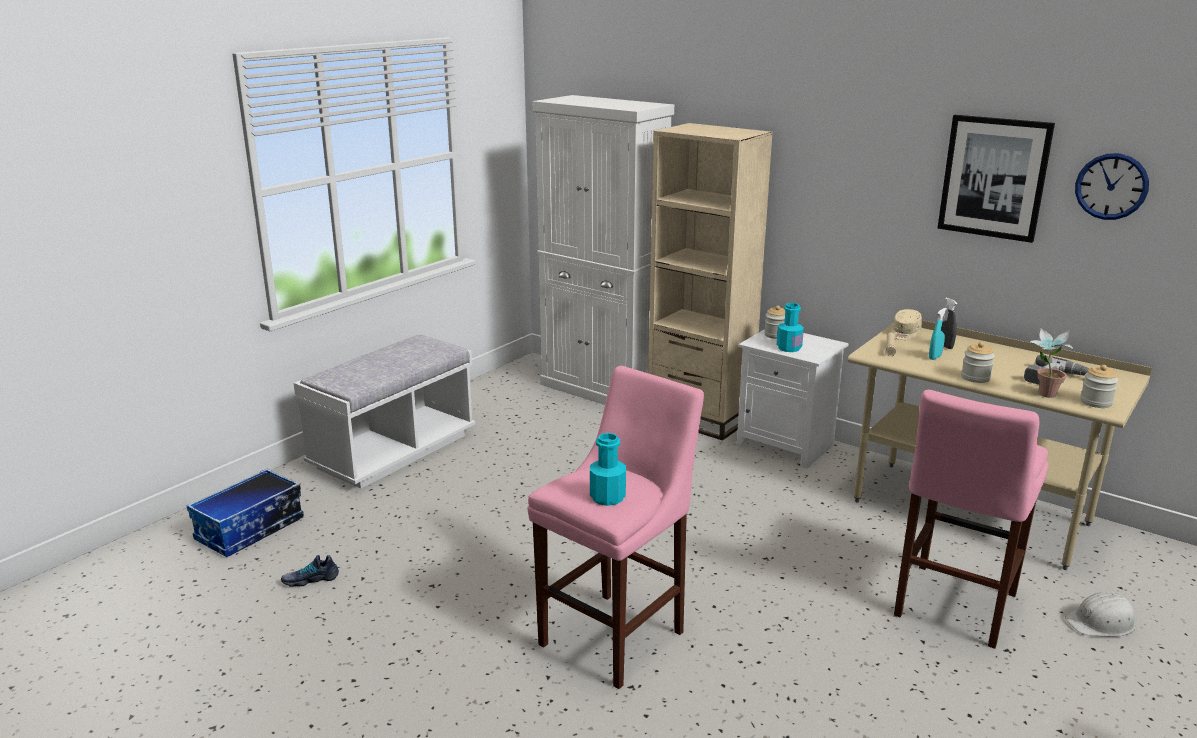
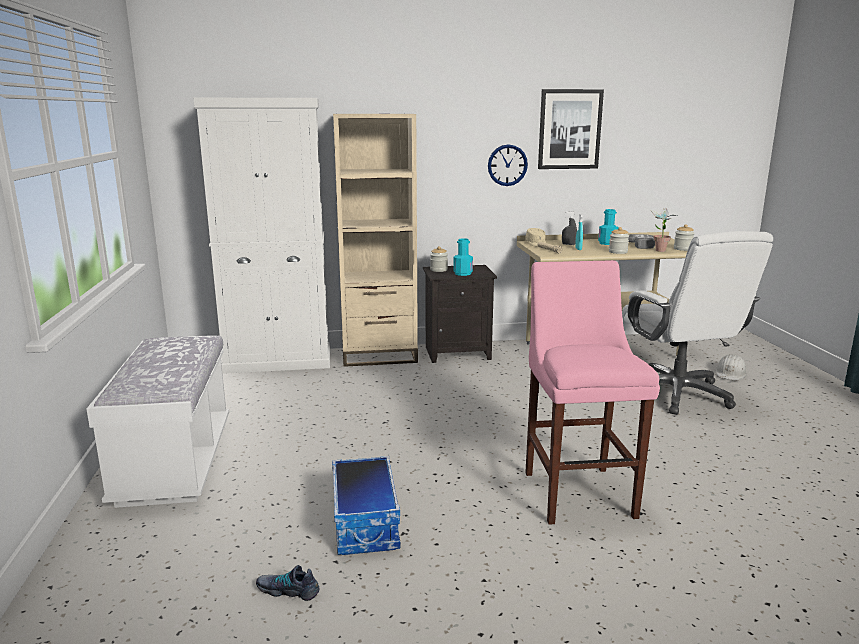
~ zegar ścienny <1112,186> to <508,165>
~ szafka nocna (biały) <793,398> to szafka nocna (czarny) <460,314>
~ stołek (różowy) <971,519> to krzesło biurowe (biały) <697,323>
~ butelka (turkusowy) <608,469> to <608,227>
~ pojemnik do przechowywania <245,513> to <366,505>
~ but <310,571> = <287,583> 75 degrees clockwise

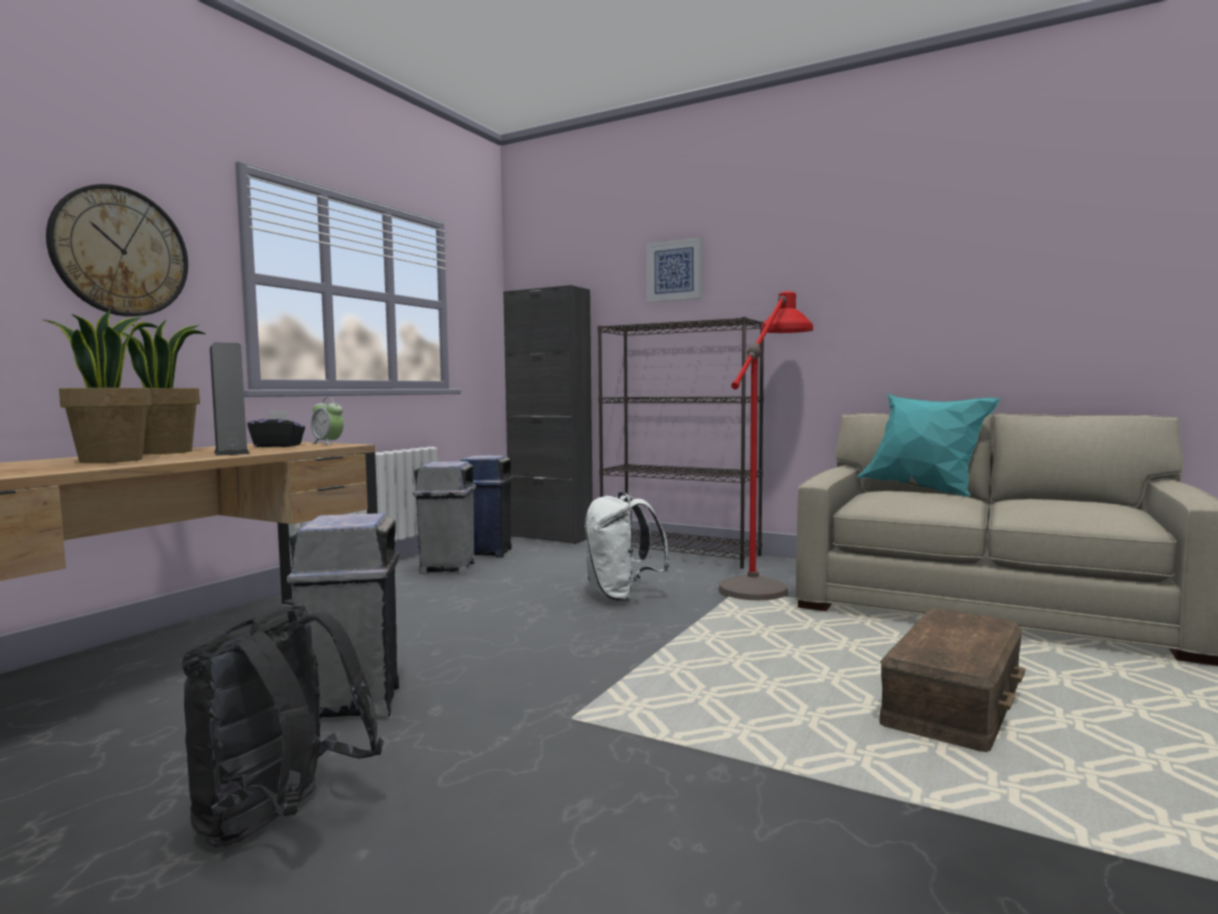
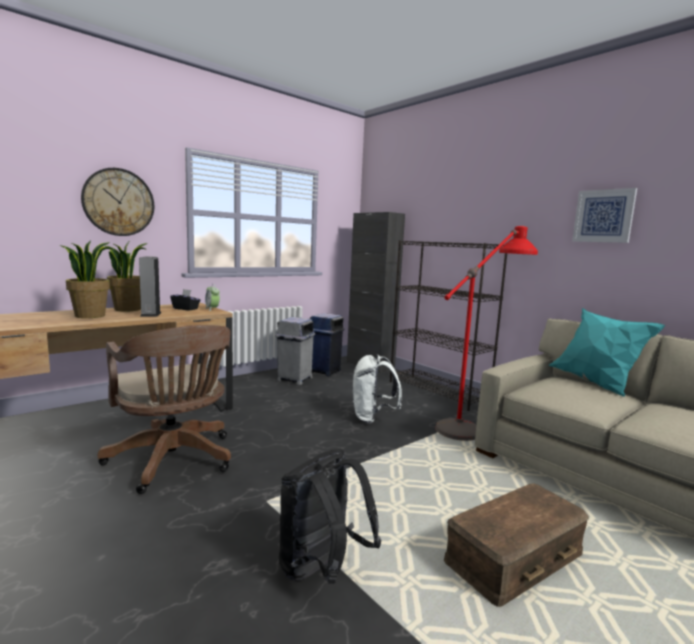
~ obraz <674,269> to <604,215>
~ kosz na śmieci (szary) <343,616> to krzesło biurowe (brązowy) <164,409>
~ plecak (czarny) <283,726> to <330,516>

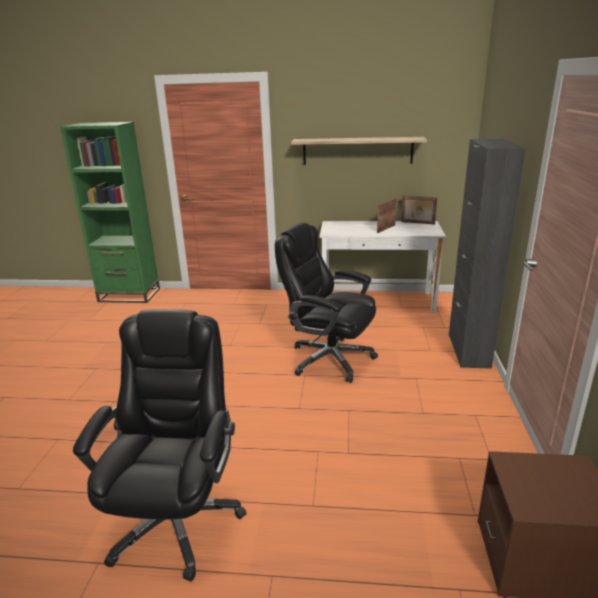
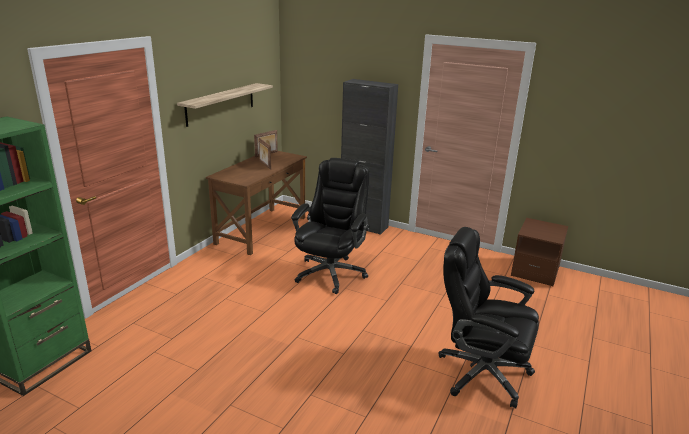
~ biurko (biały) <382,267> to biurko (brązowy) <256,203>
~ krzesło biurowe (czarny) <326,302> = <330,226> 150 degrees clockwise

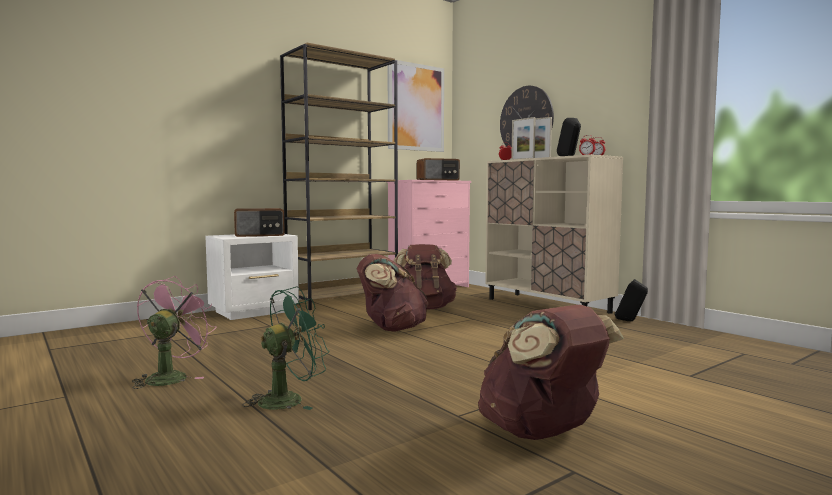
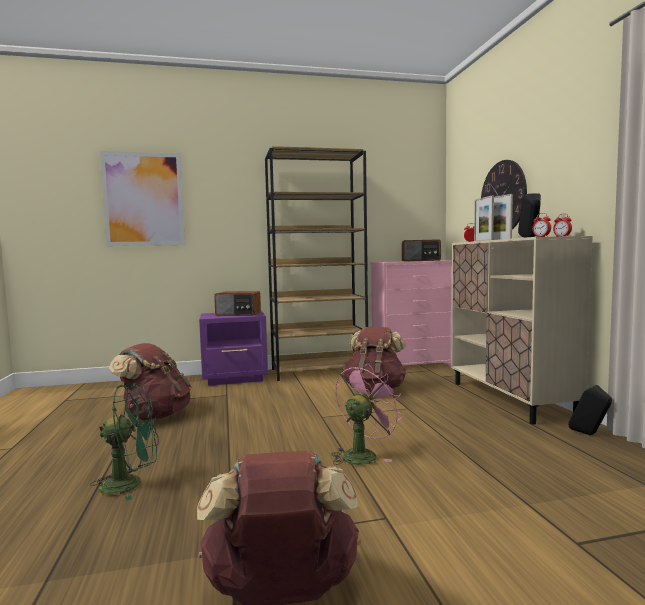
~ obraz <415,106> to <142,198>
~ szafka nocna (biały) <252,277> to szafka nocna (fioletowy) <233,348>
~ plecak (brązowy) <393,293> to <150,381>
~ wentylator (różowy) <174,332> to <367,414>

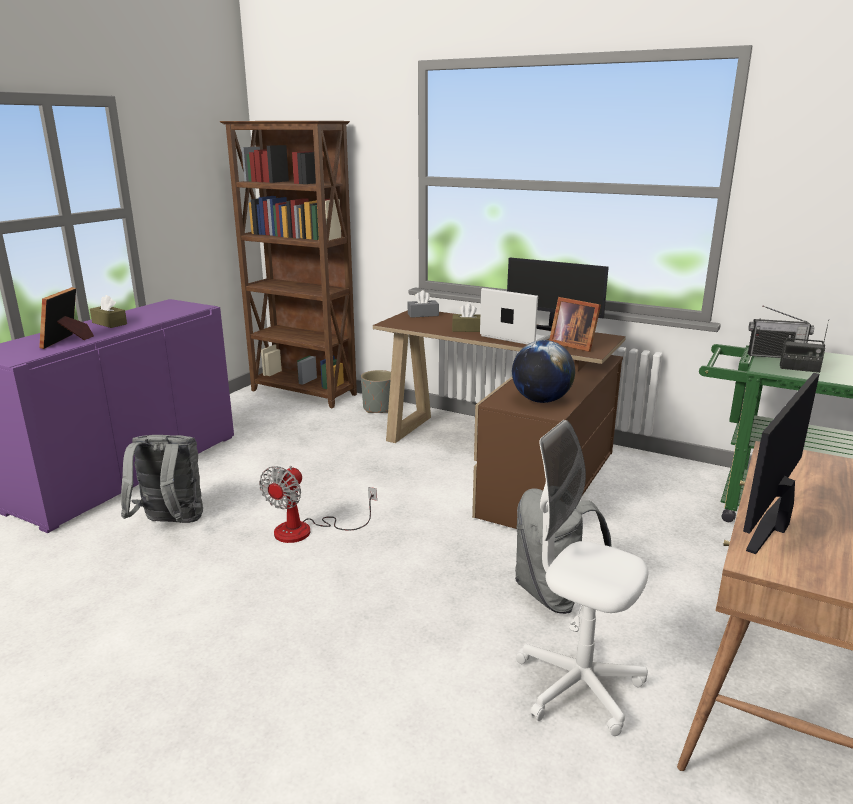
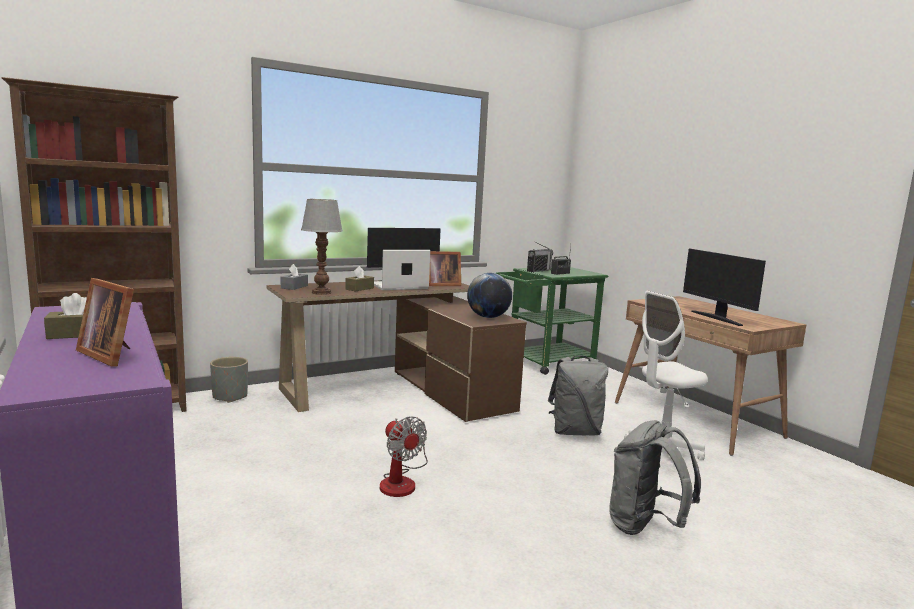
~ plecak (szary) <162,479> to <655,477>
+ lampa stołowa <322,247>

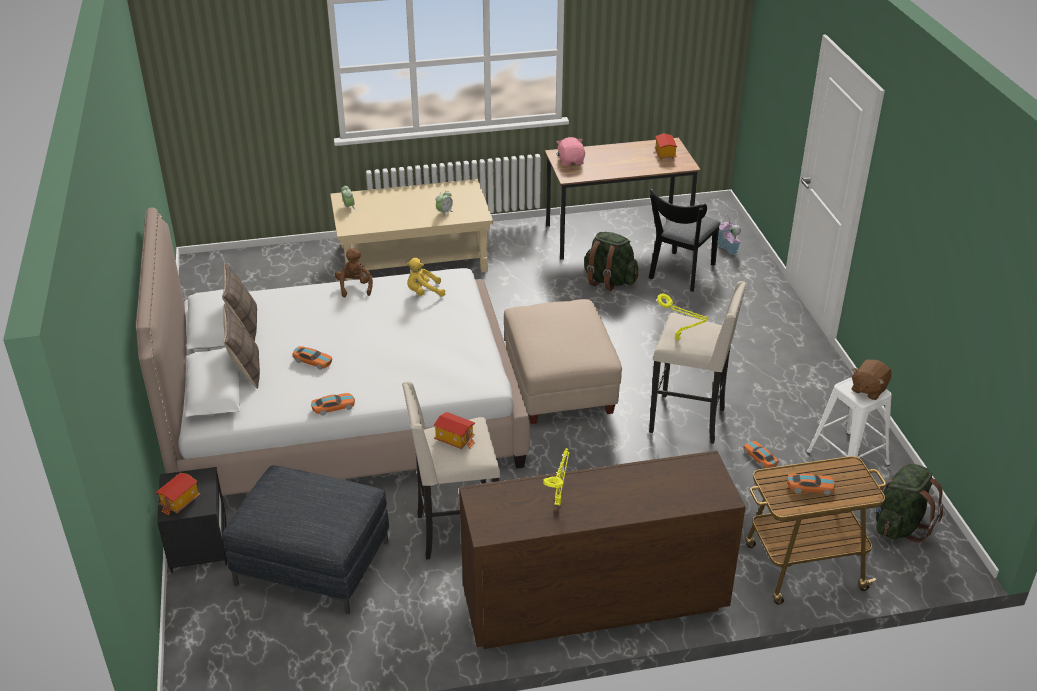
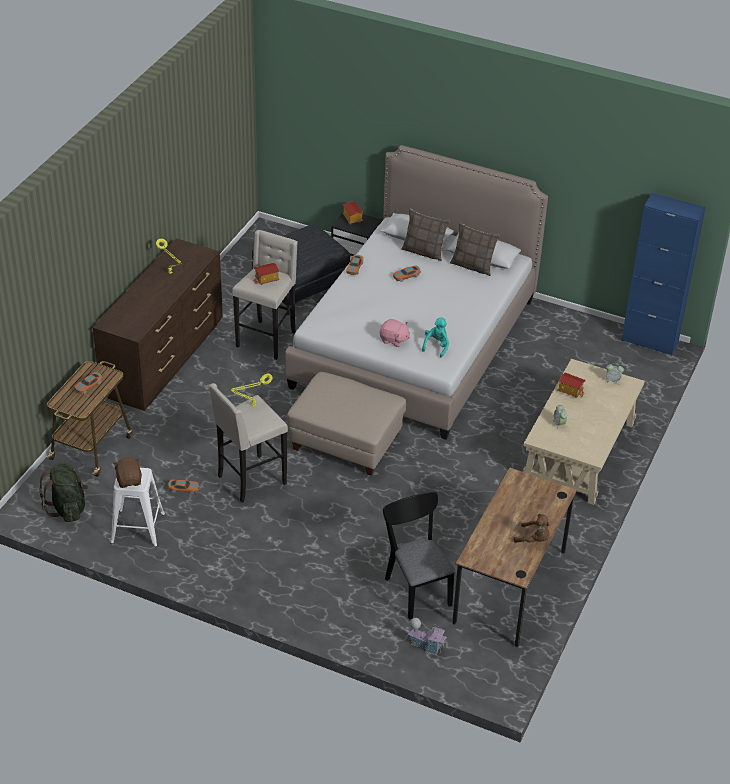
~ domek <665,146> to <571,385>
~ pluszak (różowy) <570,151> to <395,333>
- plecak (zielony) <611,261>
~ pluszak (brązowy) <354,272> to <532,528>
~ pluszak (żółty) <425,277> to pluszak (turkusowy) <435,337>
+ szafka (niebieski) <663,274>

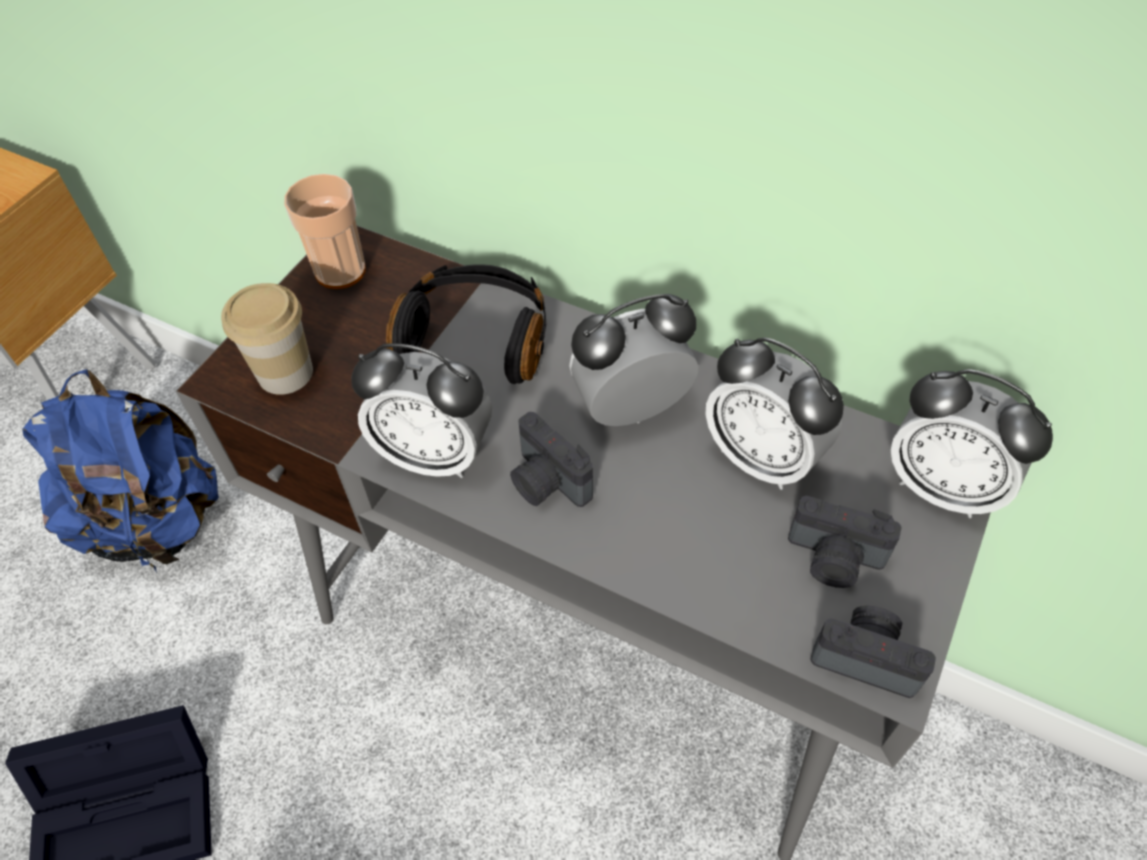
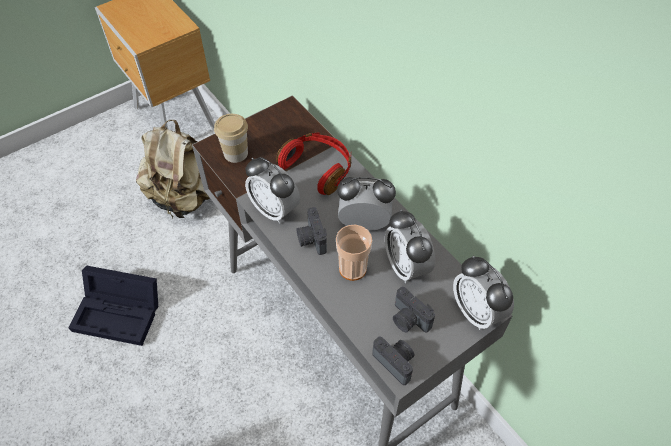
~ filiżanka <325,231> to <354,252>
~ słuchawki (czarny) <466,324> to słuchawki (czerwony) <313,163>
~ plecak (niebieski) <120,471> to plecak (beżowy) <173,169>

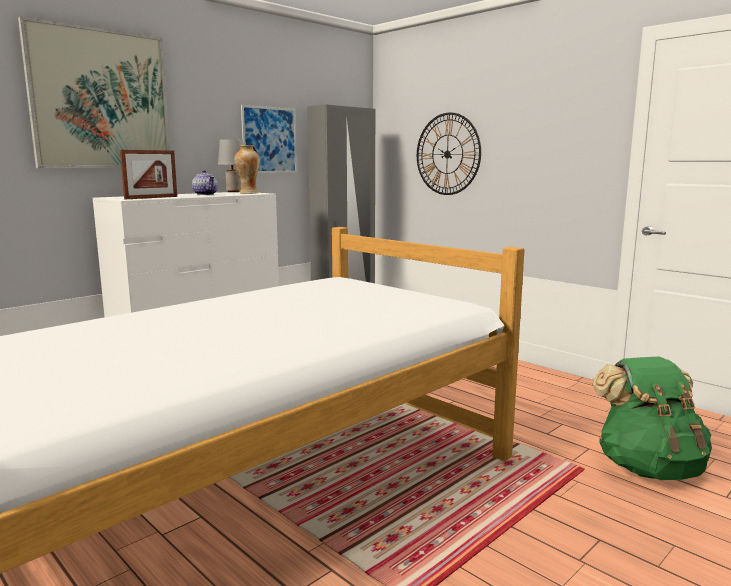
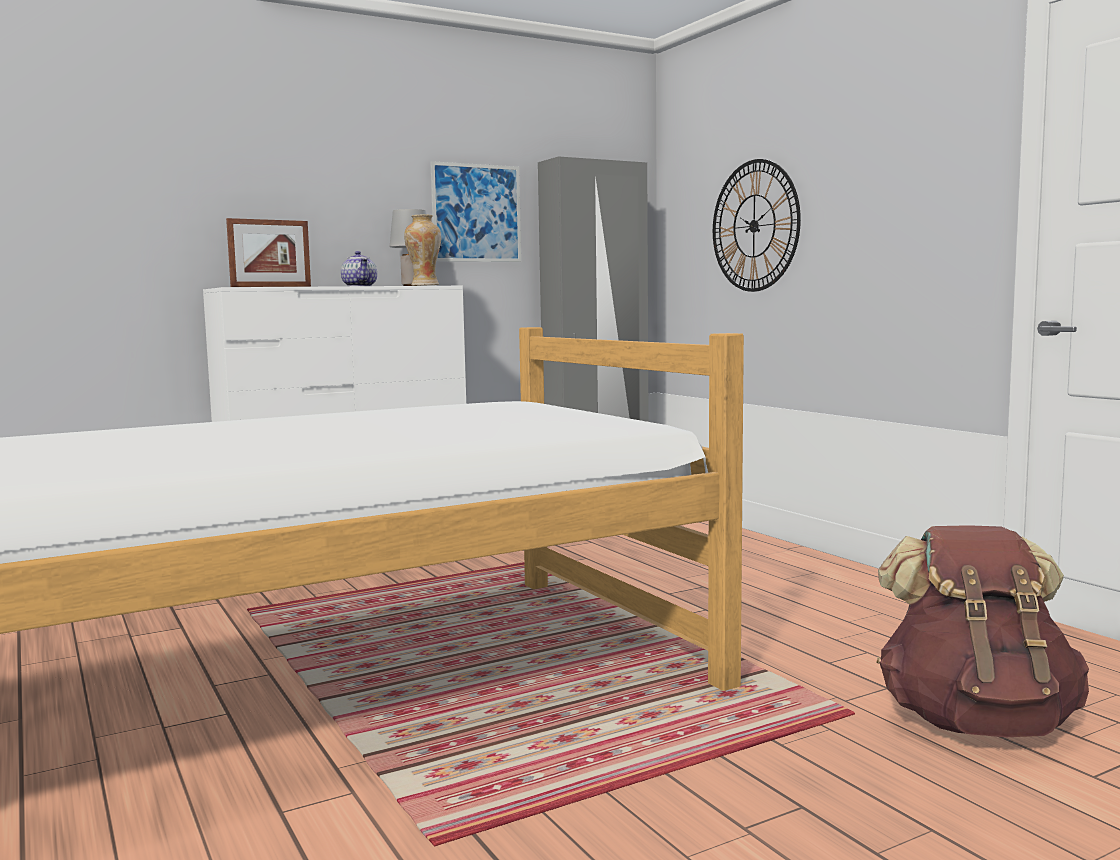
- obraz <94,92>
~ plecak (zielony) <652,418> to plecak (brązowy) <982,631>

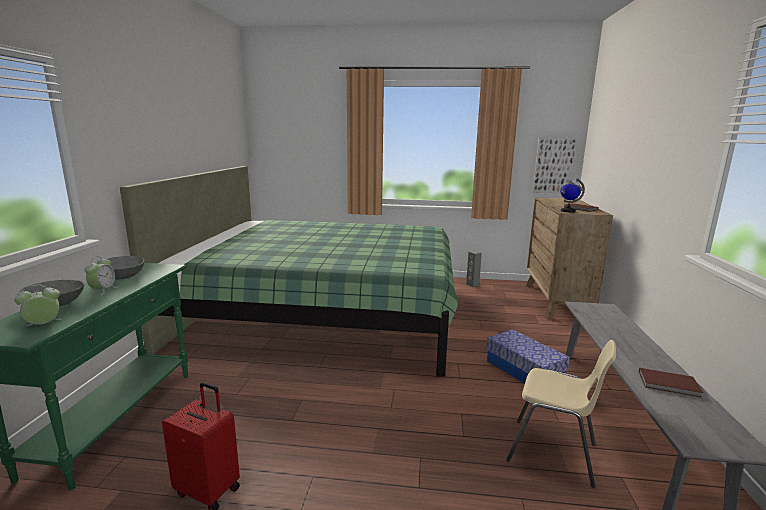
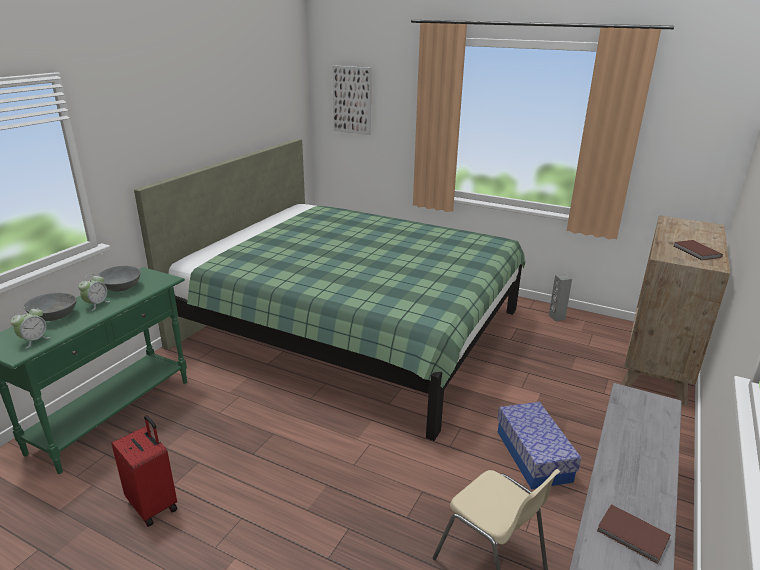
~ obraz <555,165> to <351,100>
- globus <572,195>
~ budzik <38,305> = <30,327> 135 degrees clockwise

